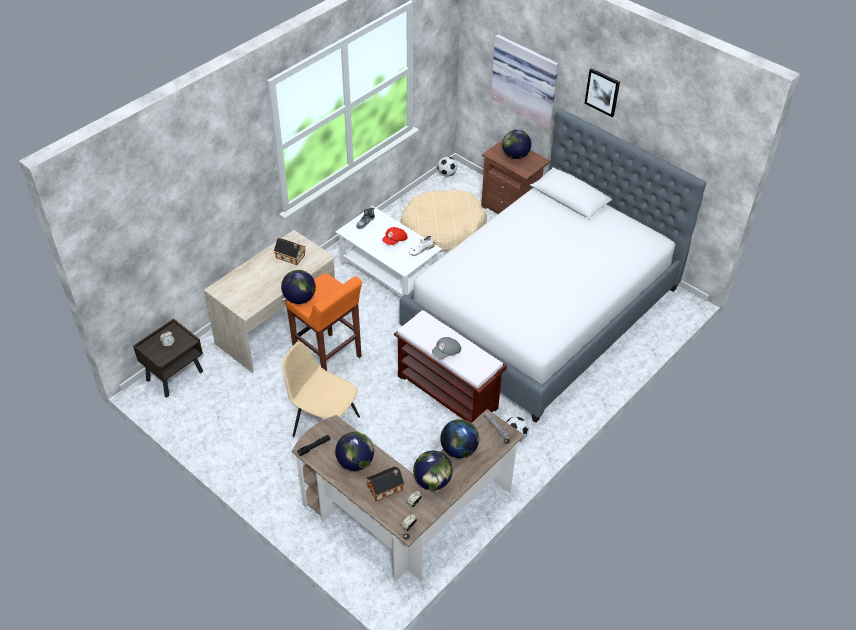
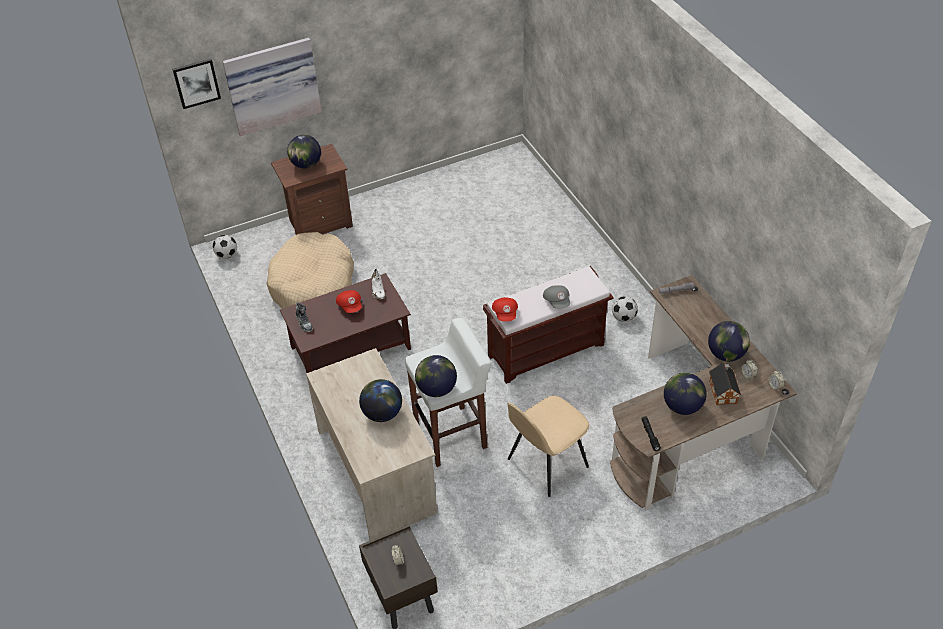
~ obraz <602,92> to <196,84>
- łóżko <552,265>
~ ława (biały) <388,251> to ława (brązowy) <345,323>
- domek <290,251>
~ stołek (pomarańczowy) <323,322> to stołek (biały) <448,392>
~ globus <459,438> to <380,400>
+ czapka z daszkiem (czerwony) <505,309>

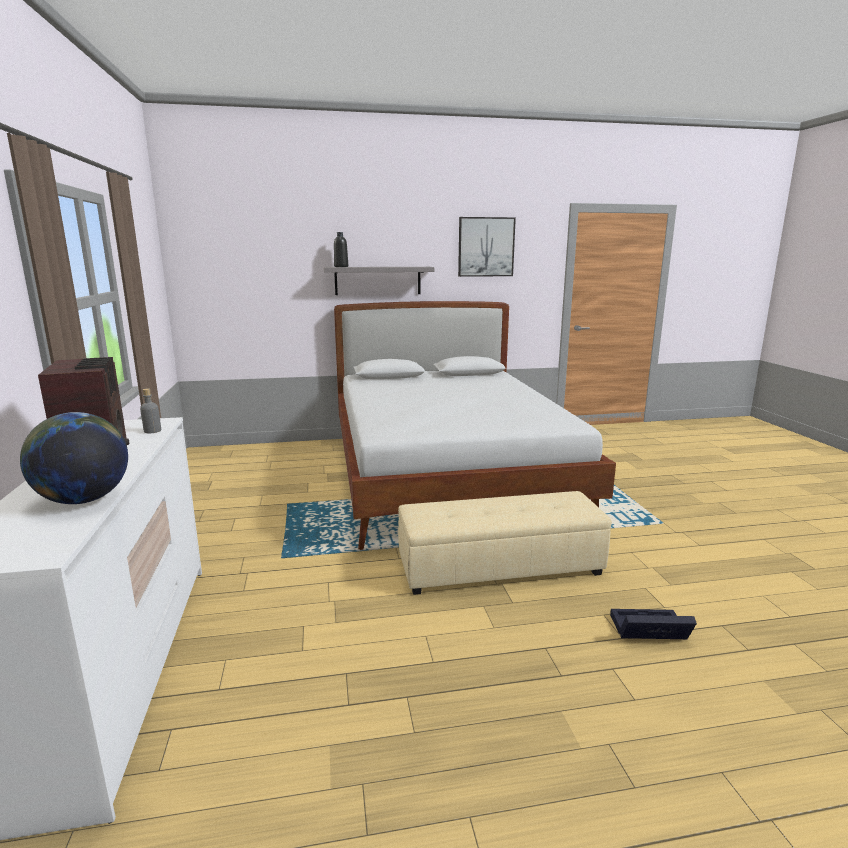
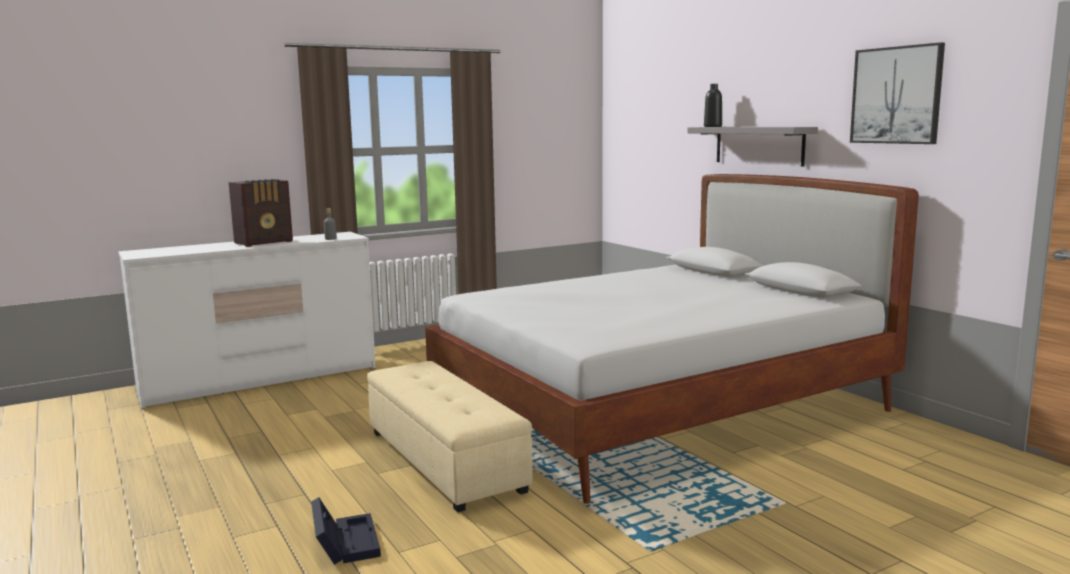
- globus <74,458>

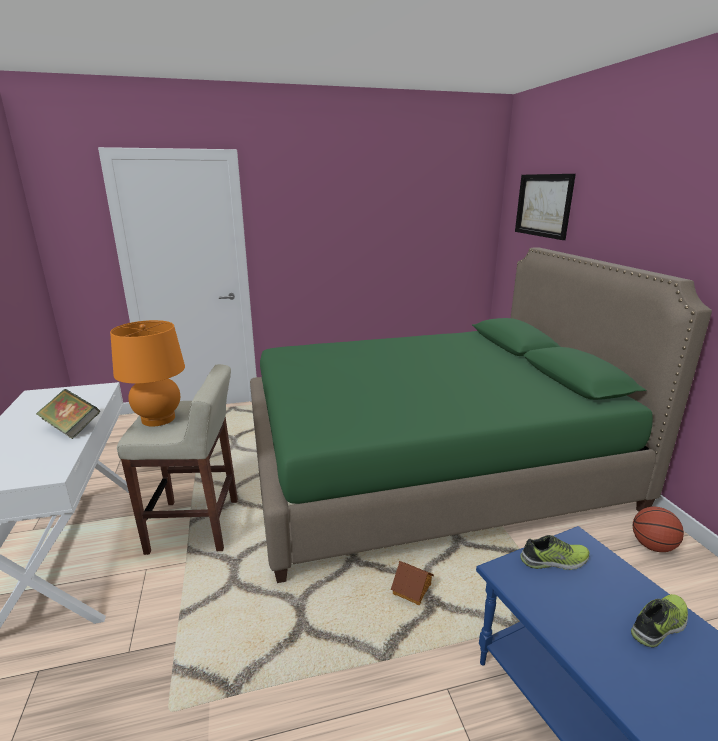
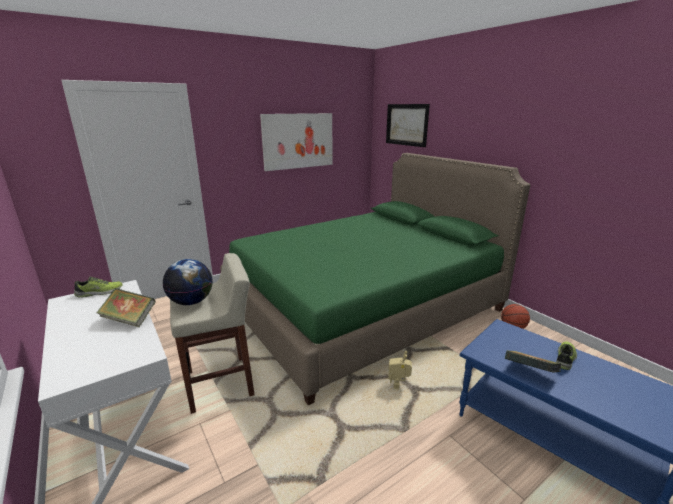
~ lampa stołowa (pomarańczowy) <147,373> to globus <188,282>
~ but <554,552> to <98,287>
~ domek <412,583> to robot zabawkowy <400,370>
+ obraz <296,142>
+ książka <533,361>

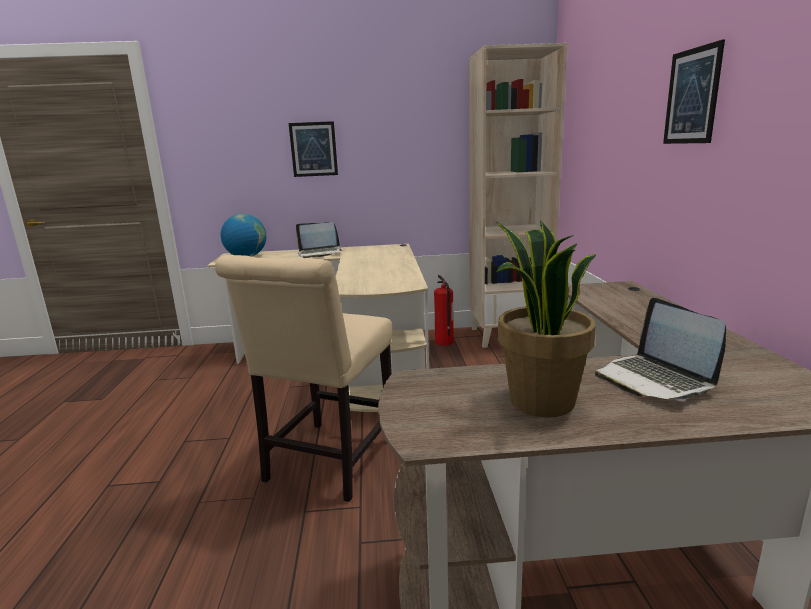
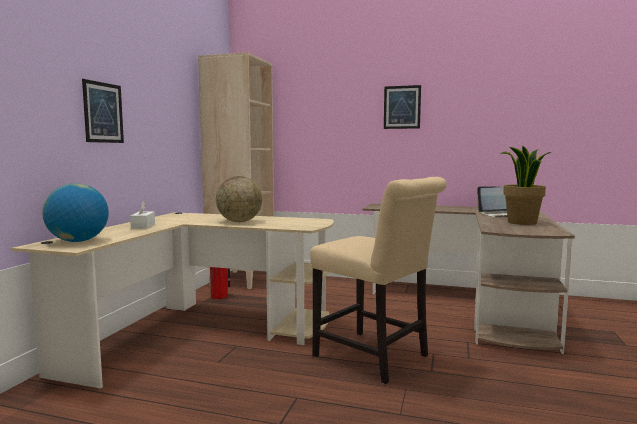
~ laptop <319,240> to pudełko chusteczek (biały) <142,215>
+ globus <239,199>

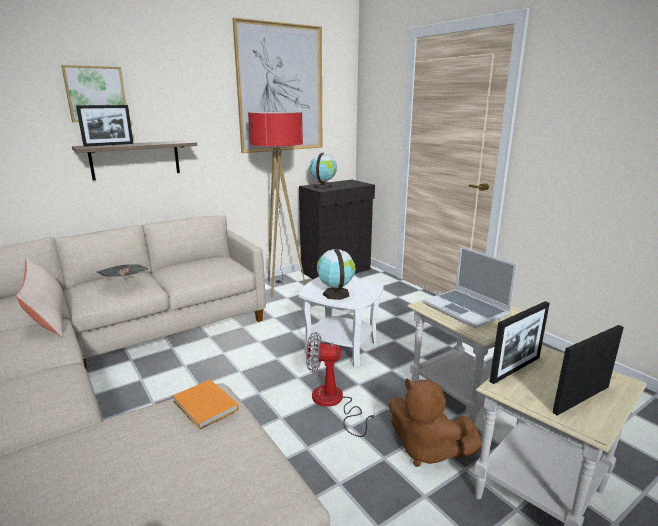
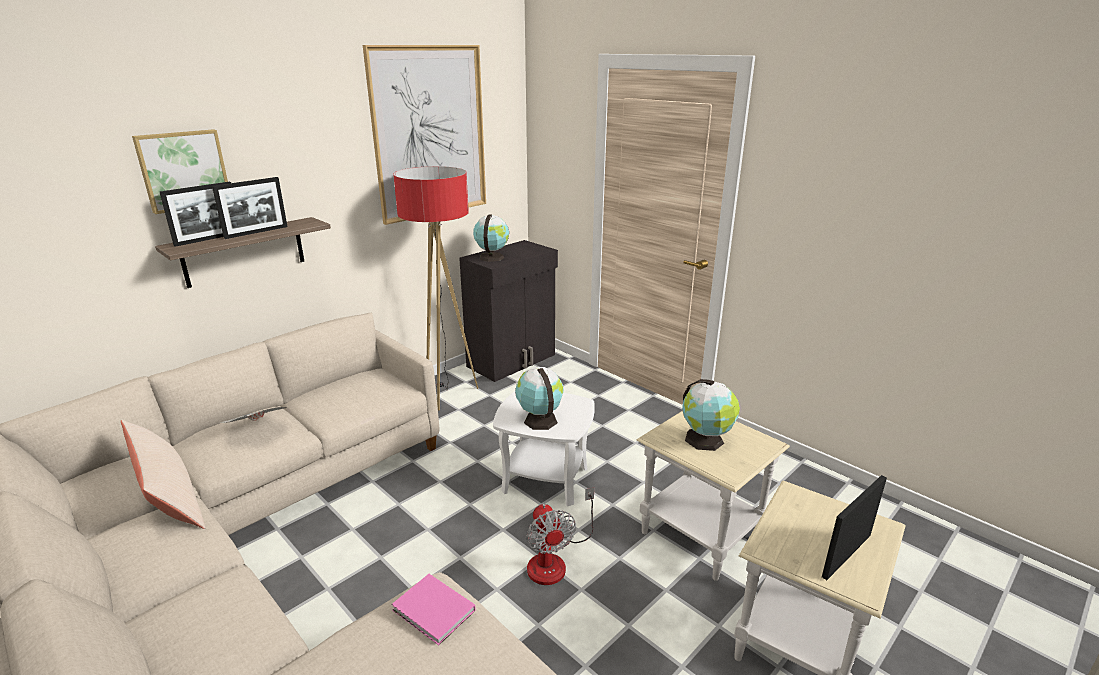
~ laptop <470,287> to globus <711,415>
~ ramka na zdjęcie <520,342> to <249,208>
~ wentylator <340,384> = <560,536> 105 degrees counterclockwise
~ książka (pomarańczowy) <205,404> to książka (różowy) <433,610>
- pluszak (brązowy) <435,423>

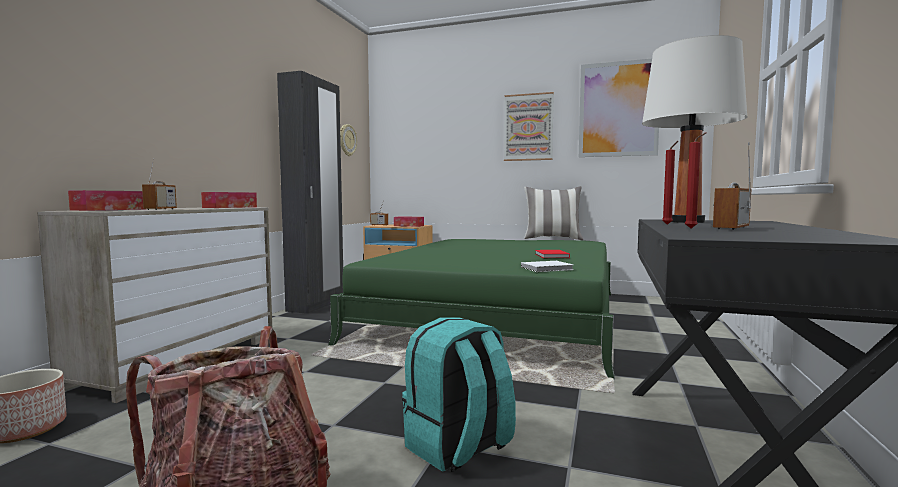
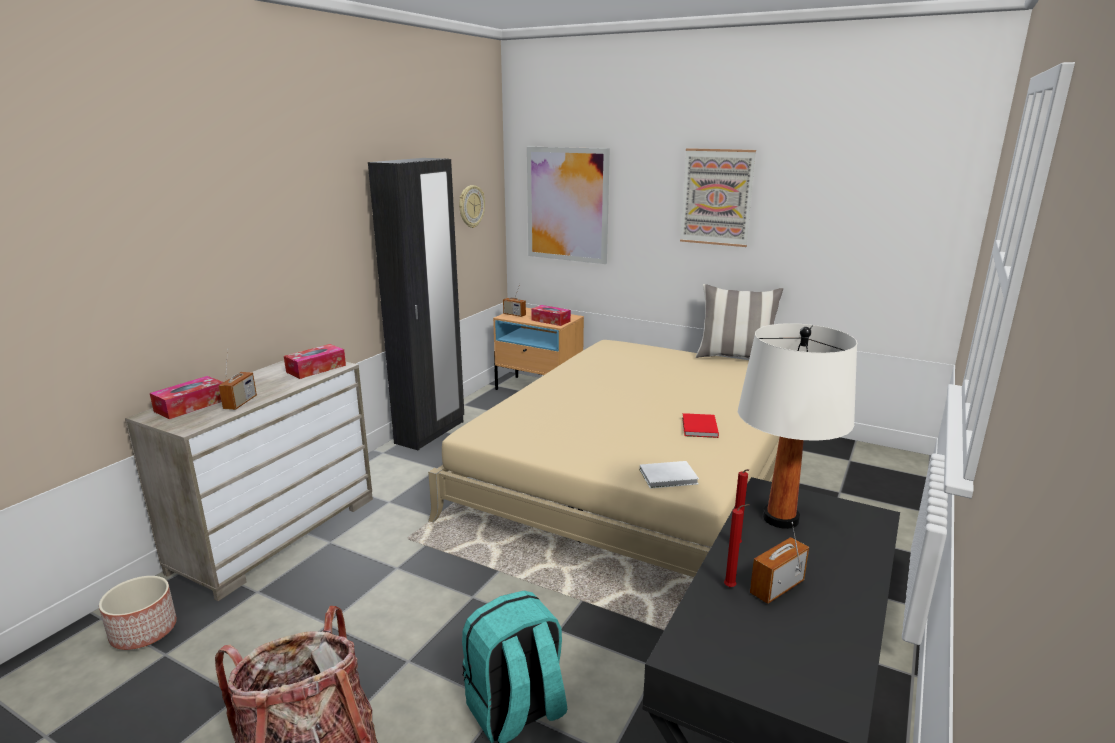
~ obraz <619,108> to <568,205>
~ łóżko (zielony) <471,309> to łóżko (beżowy) <604,458>

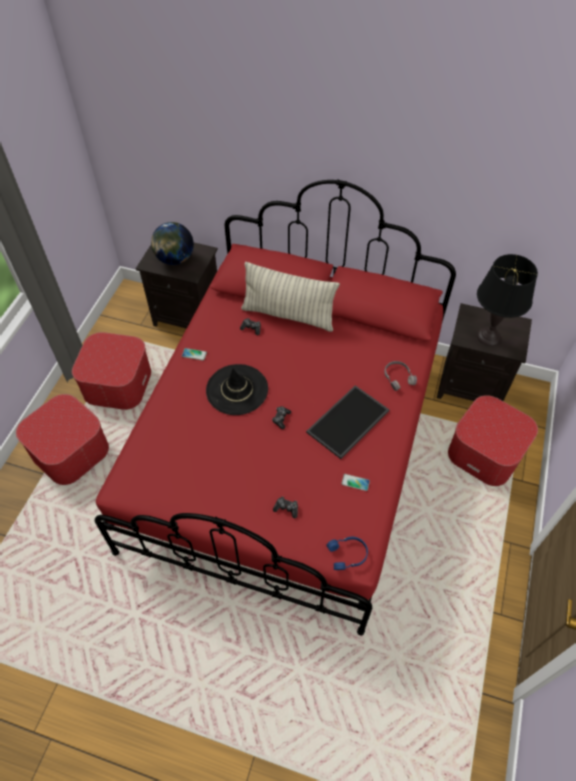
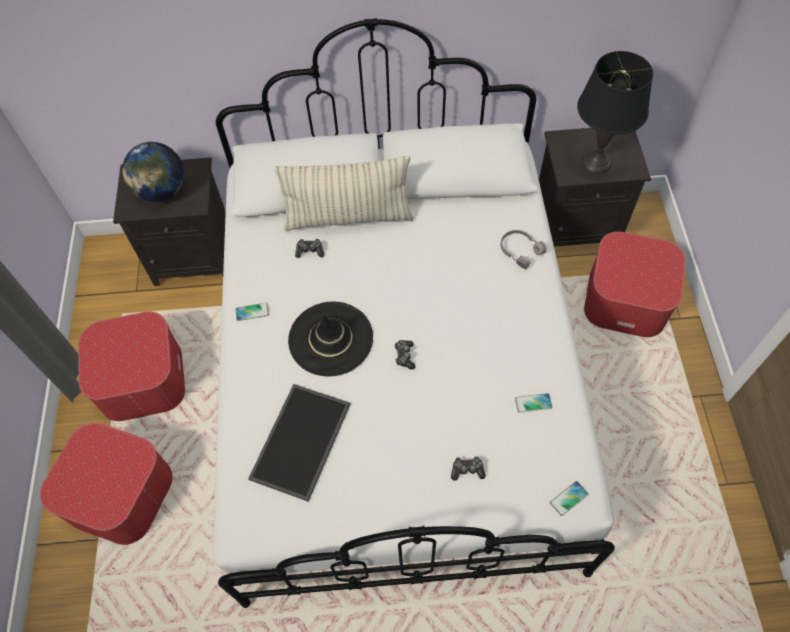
~ łóżko (czerwony) <275,407> to łóżko (biały) <414,313>
~ taca <347,422> to <299,443>
~ słuchawki (niebieski) <347,553> to telefon <569,498>

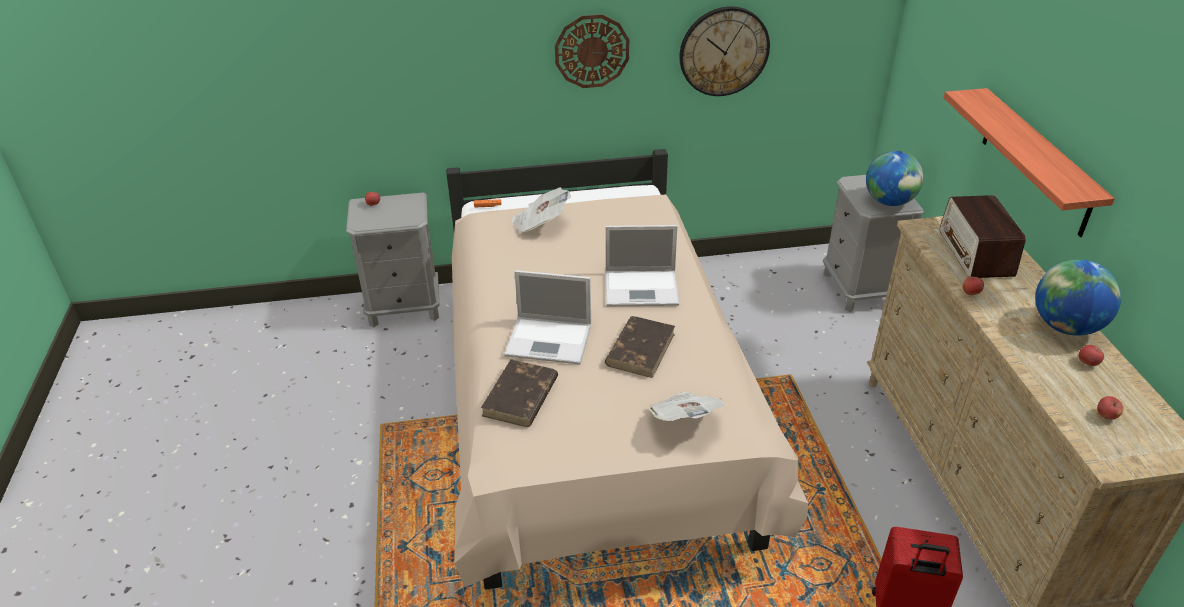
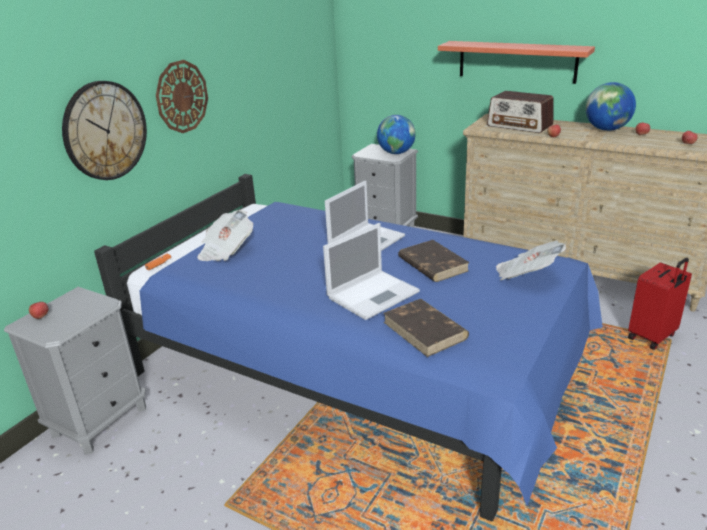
~ zegar ścienny <724,51> to <104,130>
~ łóżko (beżowy) <627,369> to łóżko (niebieski) <348,347>

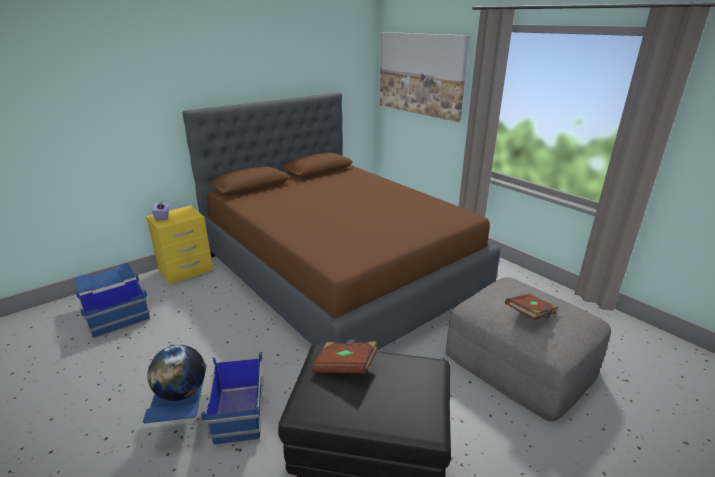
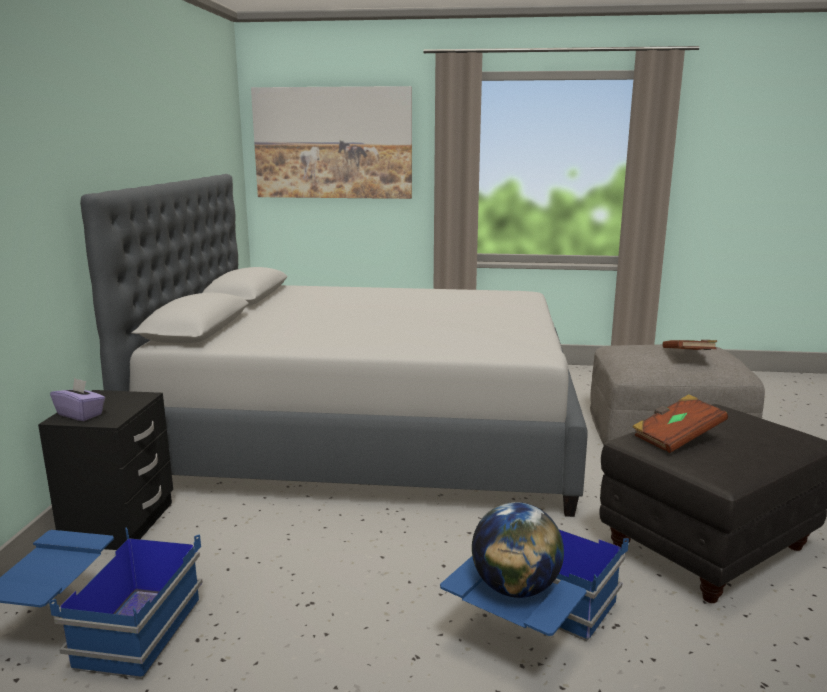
~ łóżko (brązowy) <341,221> to łóżko (szary) <334,345>
~ szafka nocna (żółty) <179,244> to szafka nocna (czarny) <105,470>

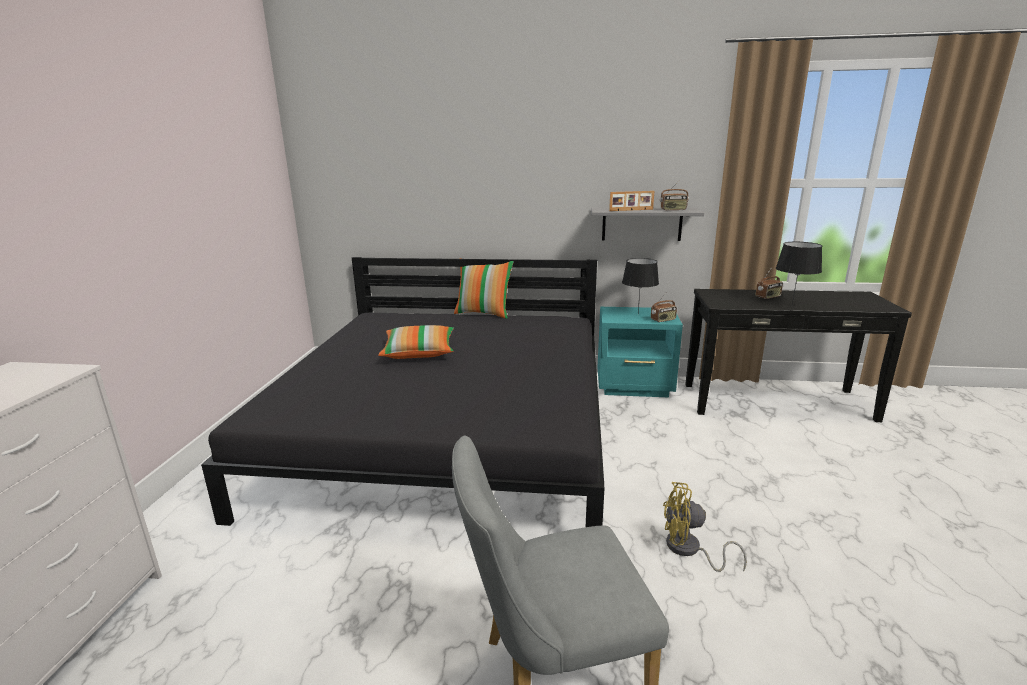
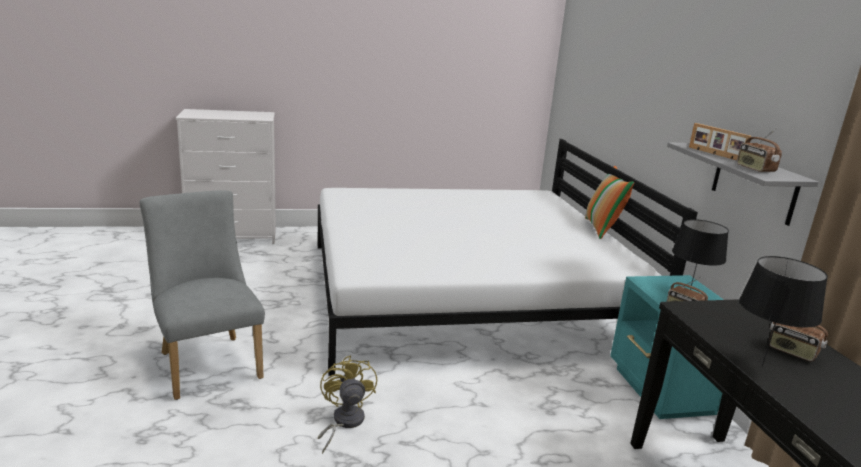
~ łóżko (czarny) <402,392> to łóżko (biały) <508,257>
- poduszka <416,342>

